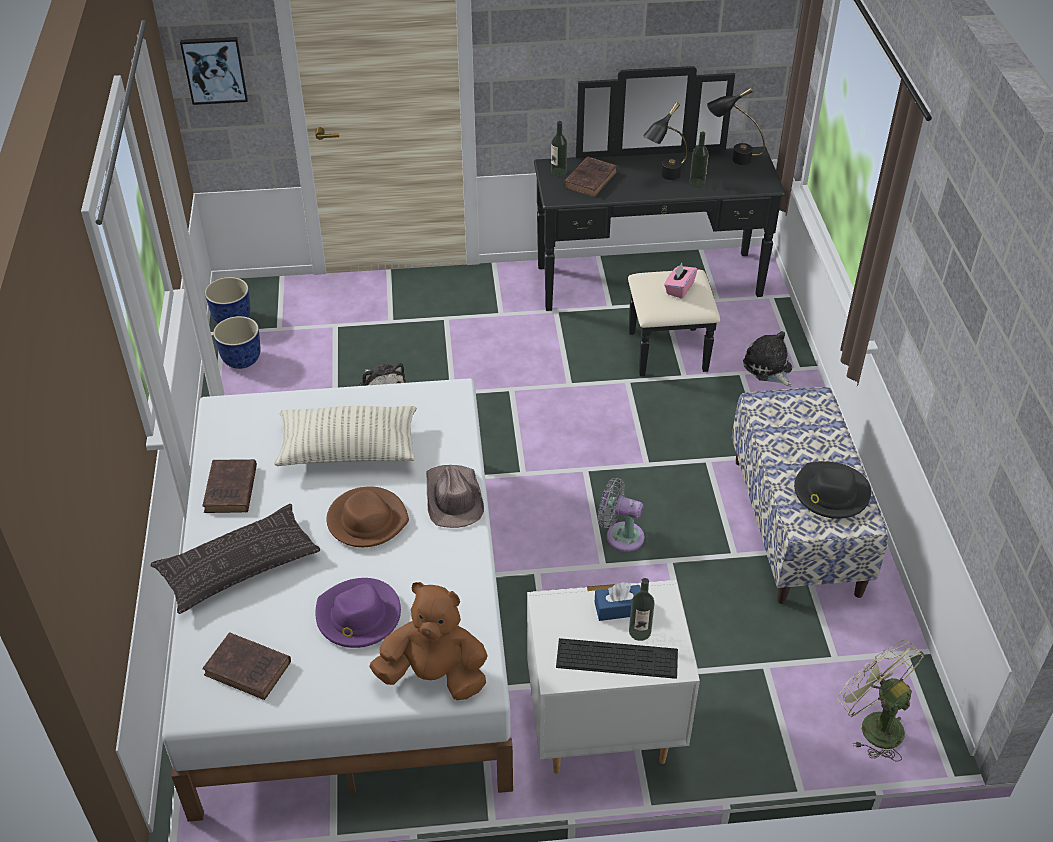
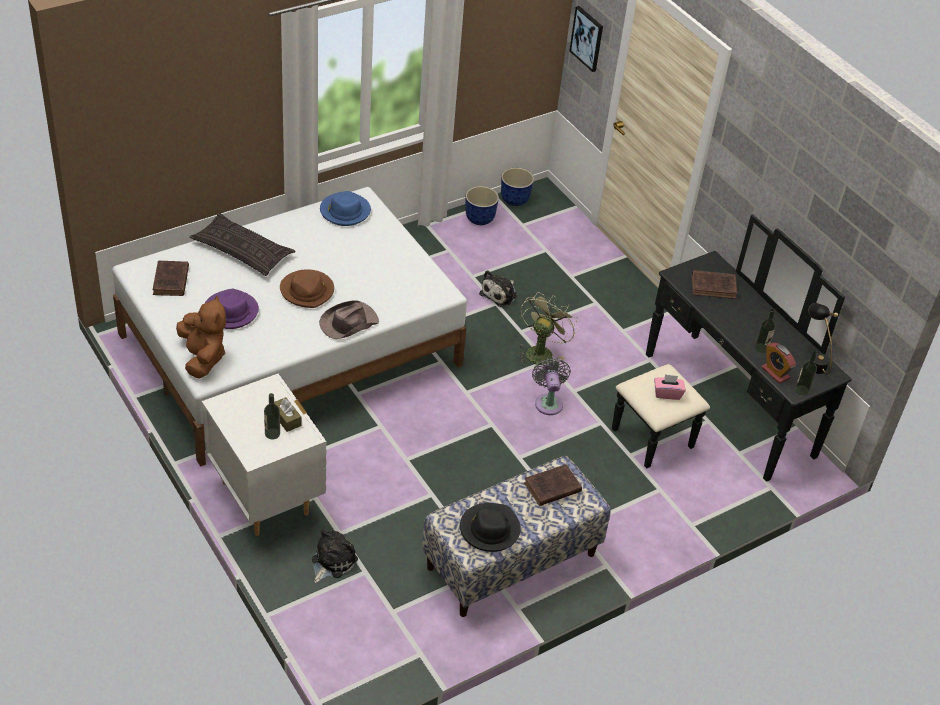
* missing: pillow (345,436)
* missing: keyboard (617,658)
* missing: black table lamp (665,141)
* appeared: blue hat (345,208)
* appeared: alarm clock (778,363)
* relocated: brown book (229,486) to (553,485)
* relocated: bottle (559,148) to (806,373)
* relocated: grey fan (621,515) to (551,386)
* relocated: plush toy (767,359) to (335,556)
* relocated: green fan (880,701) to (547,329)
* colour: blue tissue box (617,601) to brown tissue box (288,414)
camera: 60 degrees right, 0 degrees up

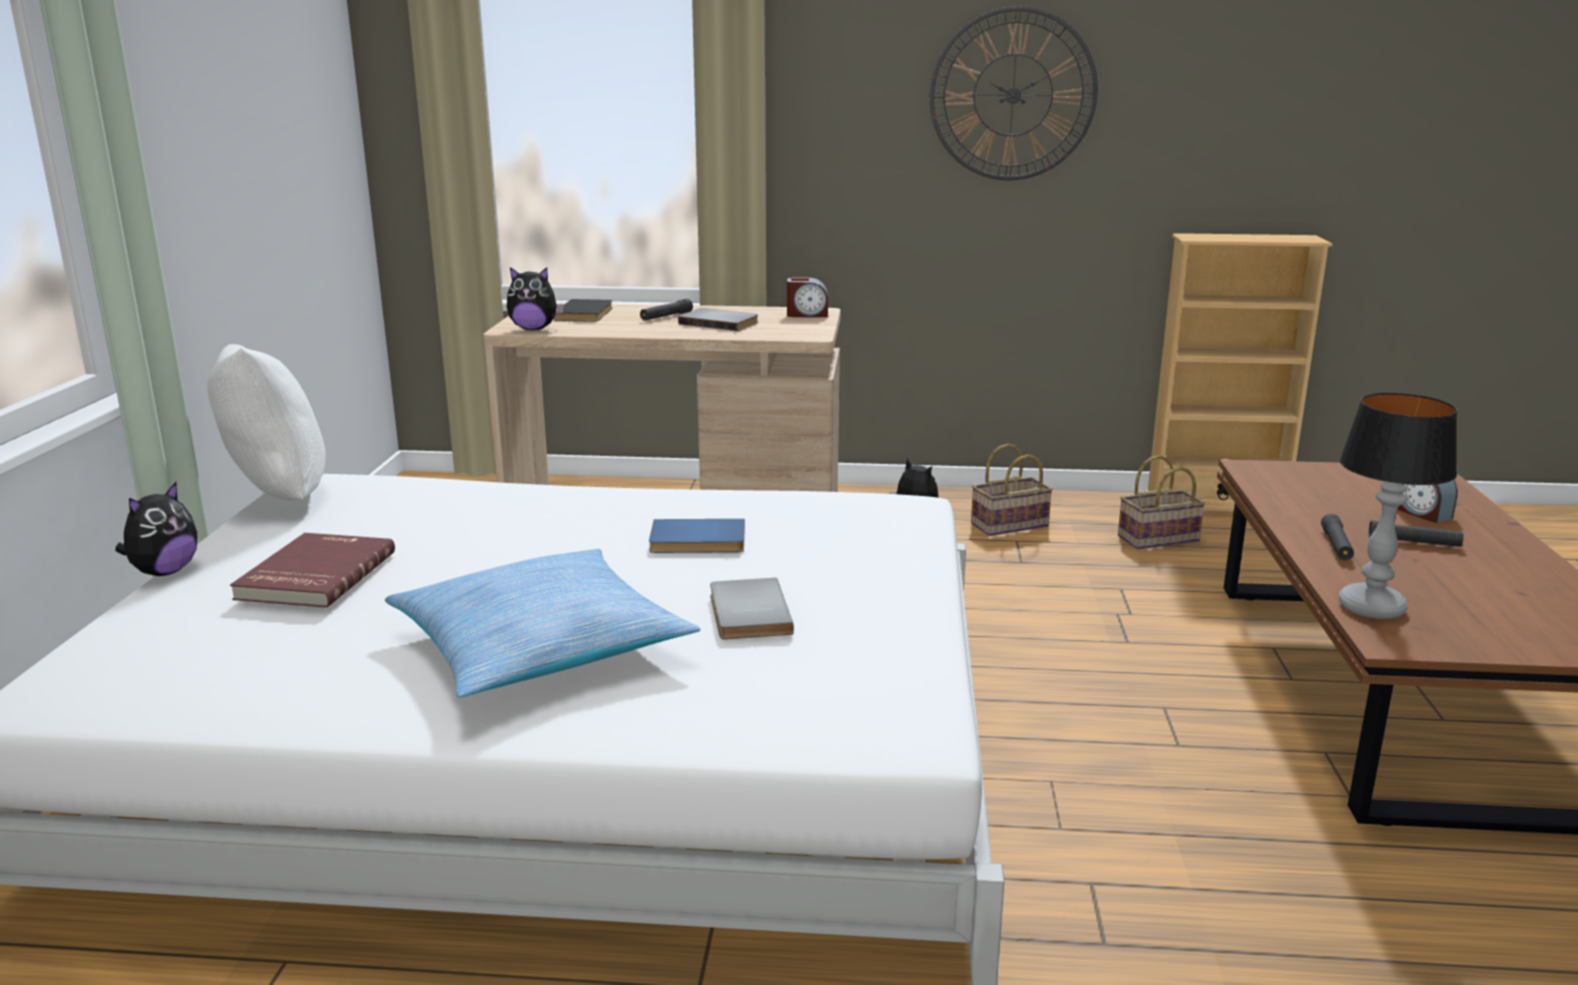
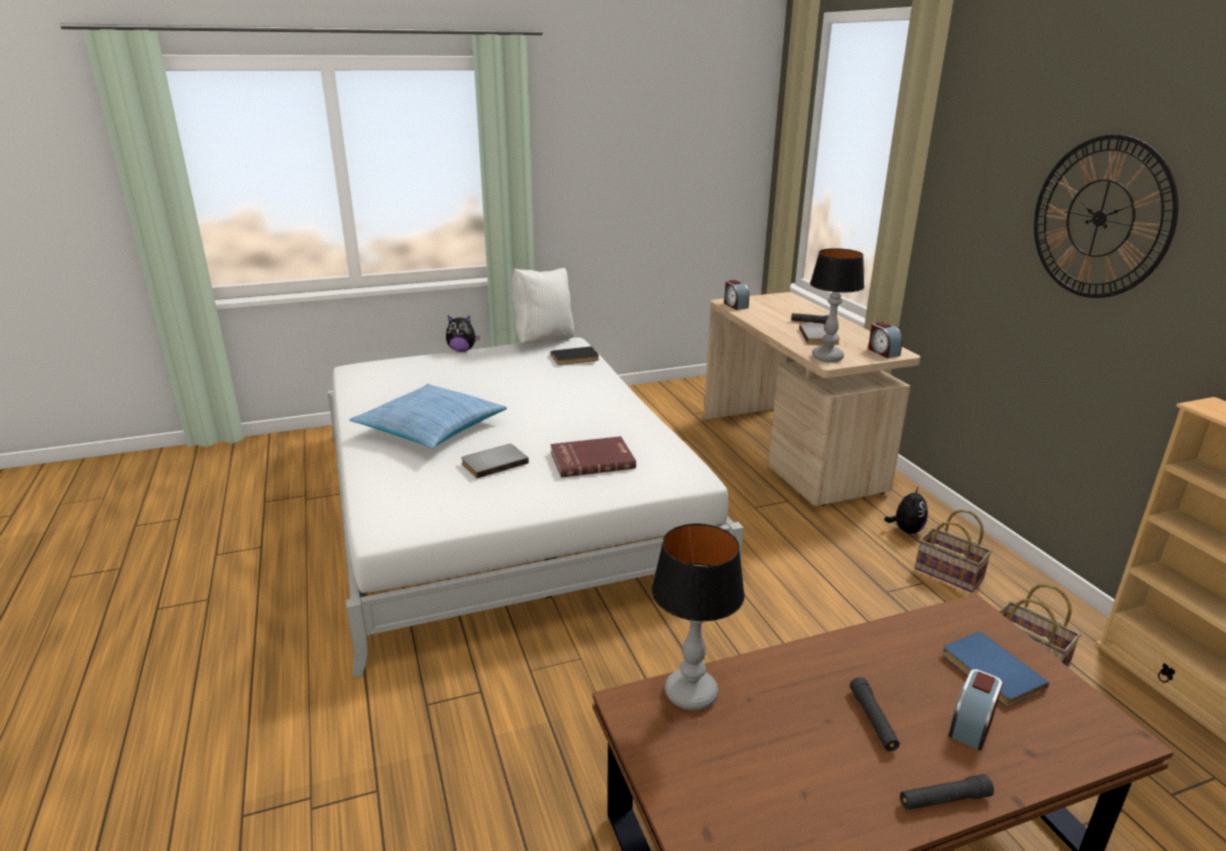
* appeared: table lamp (837,305)
* relocated: red book (312,570) to (593,457)
* relocated: black book (583,310) to (575,355)
* relocated: blue book (697,536) to (995,669)
* relocated: black flashlight (1337,537) to (947,792)
* exchanged: plush toy (535,298) to alarm clock (736,295)
camera: 65 degrees right, 5 degrees up

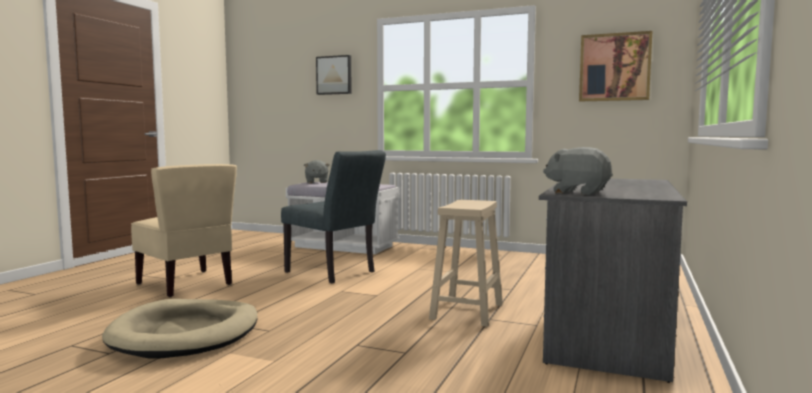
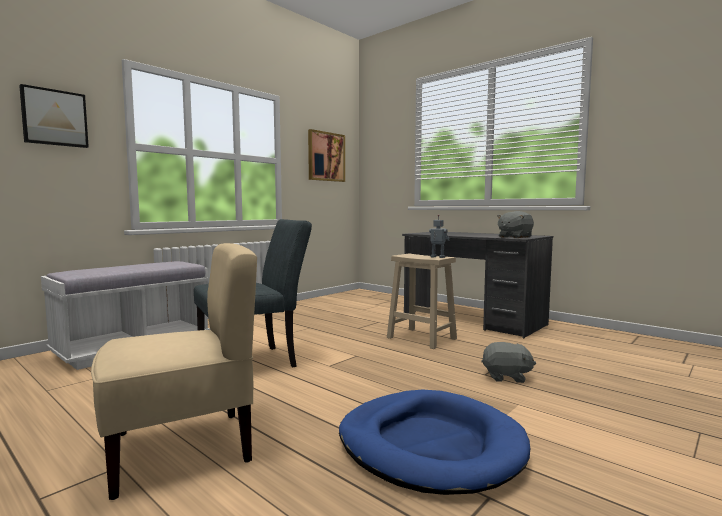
* appeared: toy robot (439,236)
* relocated: grey plush toy (317,171) to (509,362)
* colour: beige dog bed (179,329) to blue dog bed (434,442)
camera: 70 degrees left, 0 degrees up

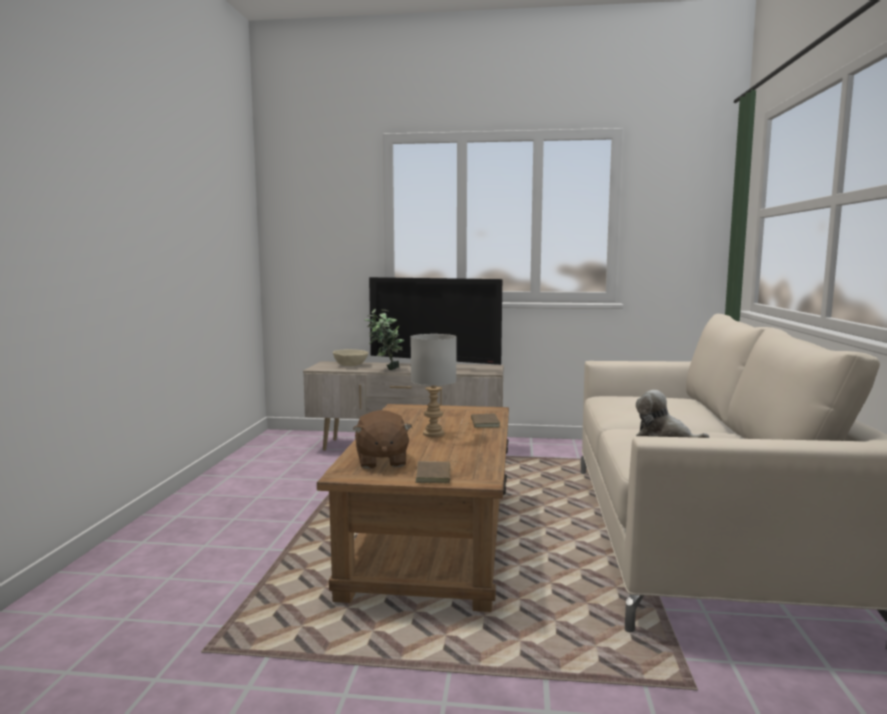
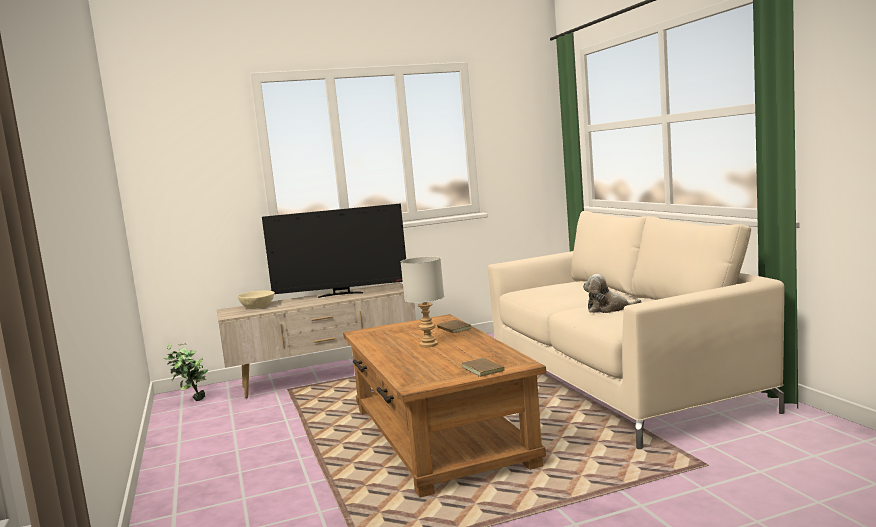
* missing: brown plush toy (382,439)
* relocated: potted plant (384,339) to (186,372)
camera: 25 degrees left, 0 degrees up

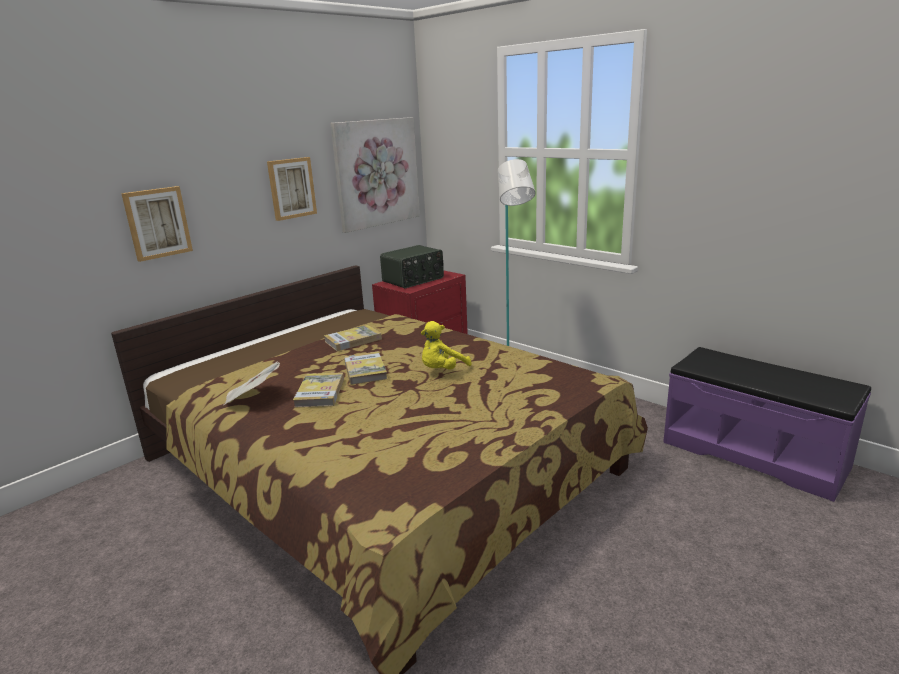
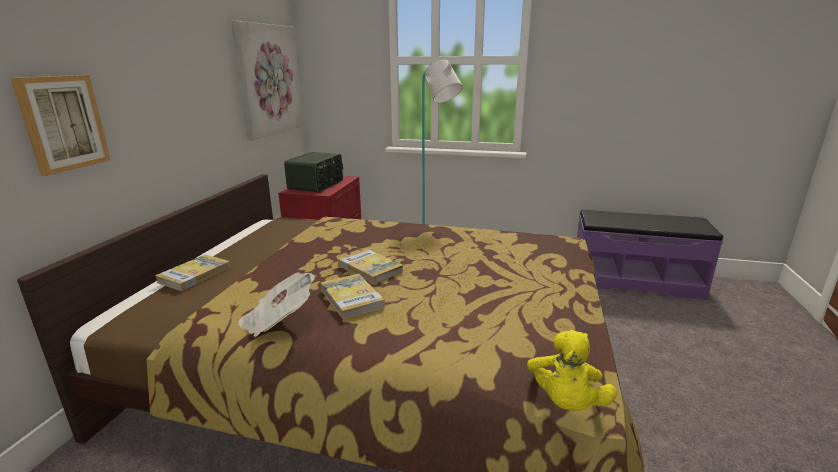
* missing: picture (292,189)
* relocated: book (353,338) to (193,272)
* relocated: yellow plush toy (446,345) to (572,370)
camera: 30 degrees left, 0 degrees up

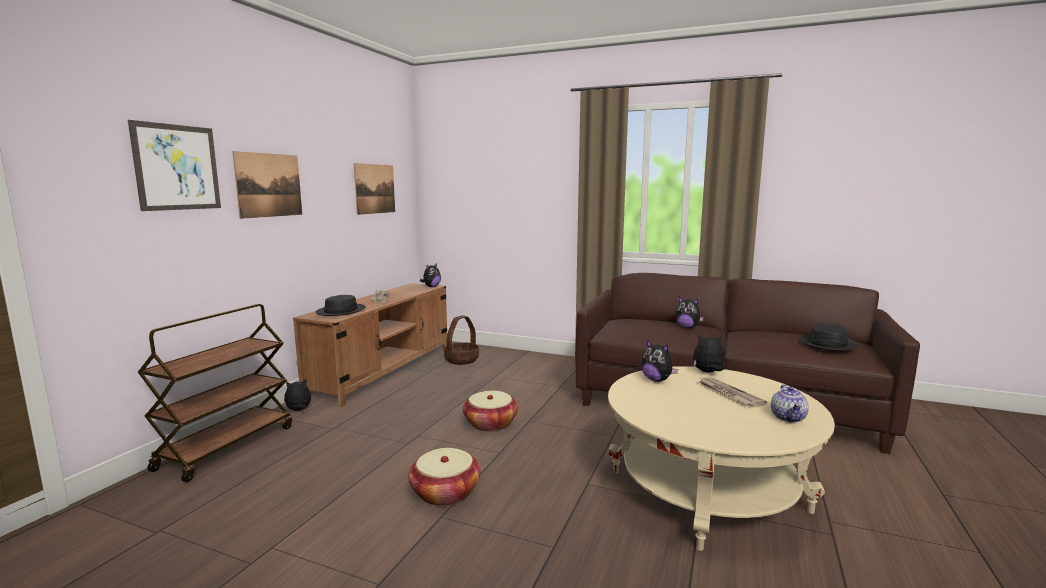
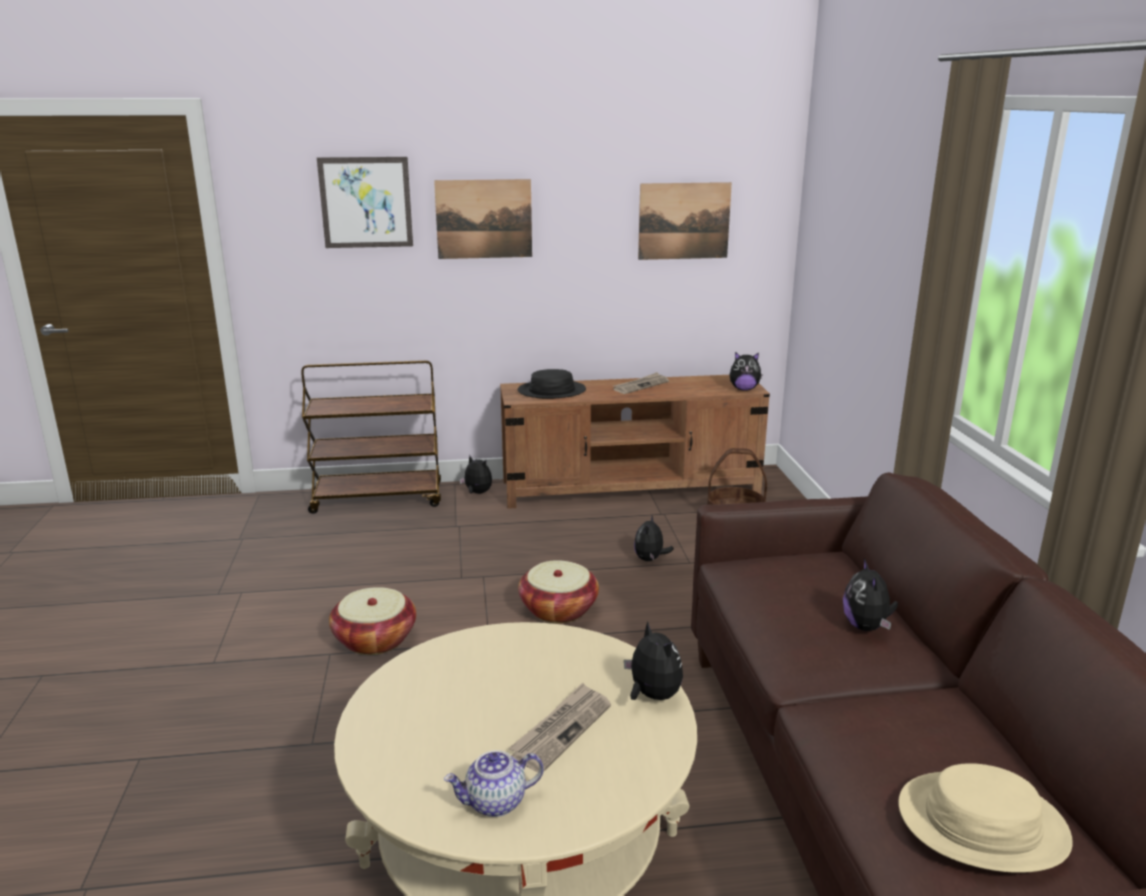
* relocated: plush toy (659,360) to (654,537)
* colour: black hat (829,337) to beige hat (985,818)
camera: 60 degrees right, 10 degrees up

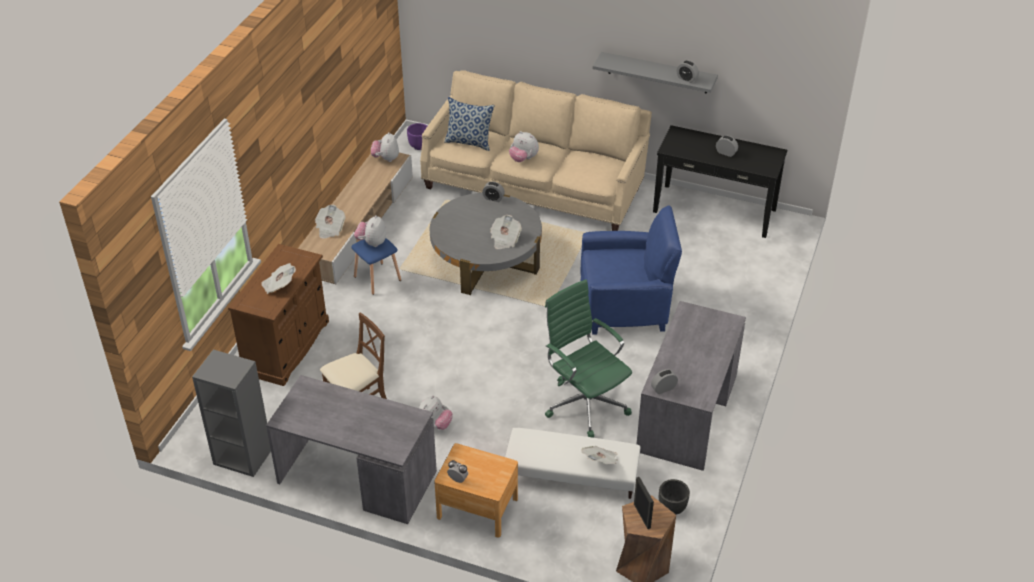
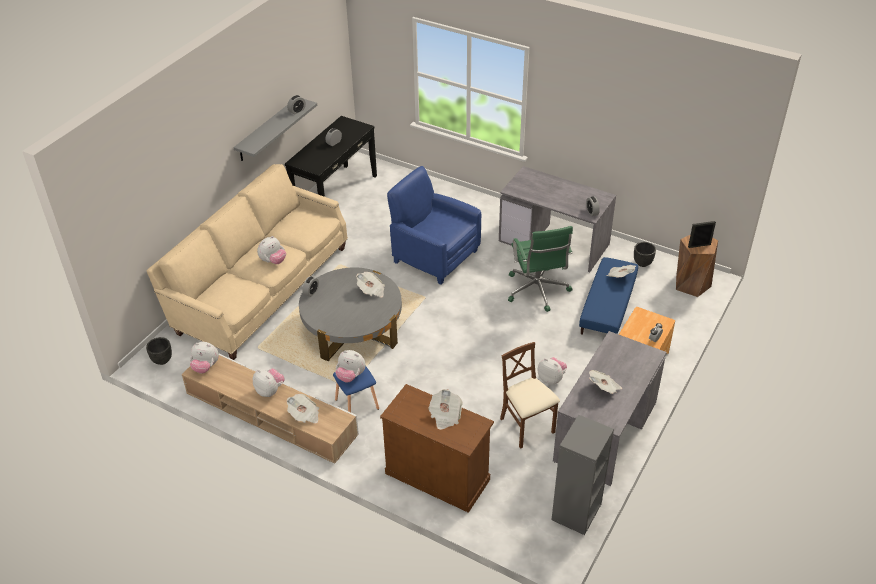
* missing: pillow (469,124)
* appeared: plush toy (269,382)
* appeared: newspaper (605,382)
* colour: purple planter (417,136) to black planter (159,351)
* colour: white ottoman (572,463) to blue ottoman (608,296)
* spun: green office chair (588,358) = (540,269) 75 degrees counterclockwise
* spun: blue armchair (631,270) = (434,225) 60 degrees counterclockwise
camera: 80 degrees left, 0 degrees up

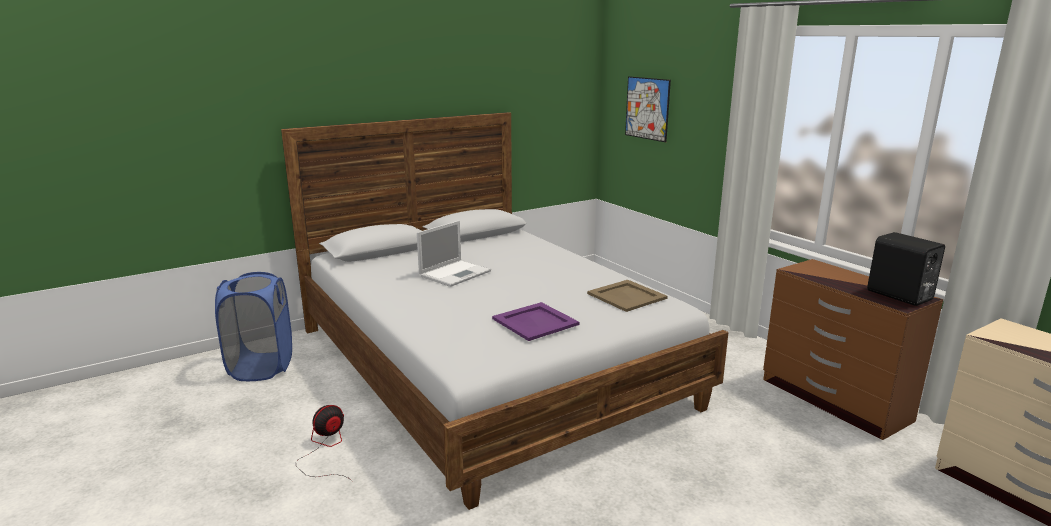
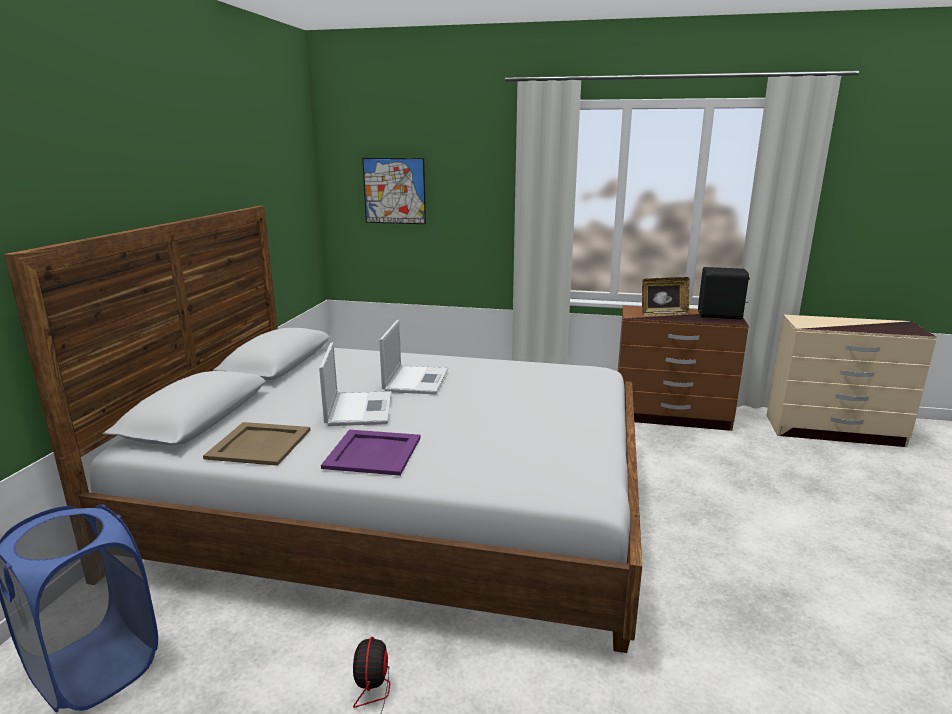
* appeared: laptop (413,357)
* appeared: picture frame (666,296)
* relocated: purple tray (535,321) to (371,453)
* relocated: beige tray (627,296) to (257,444)
camera: 45 degrees left, 0 degrees up

